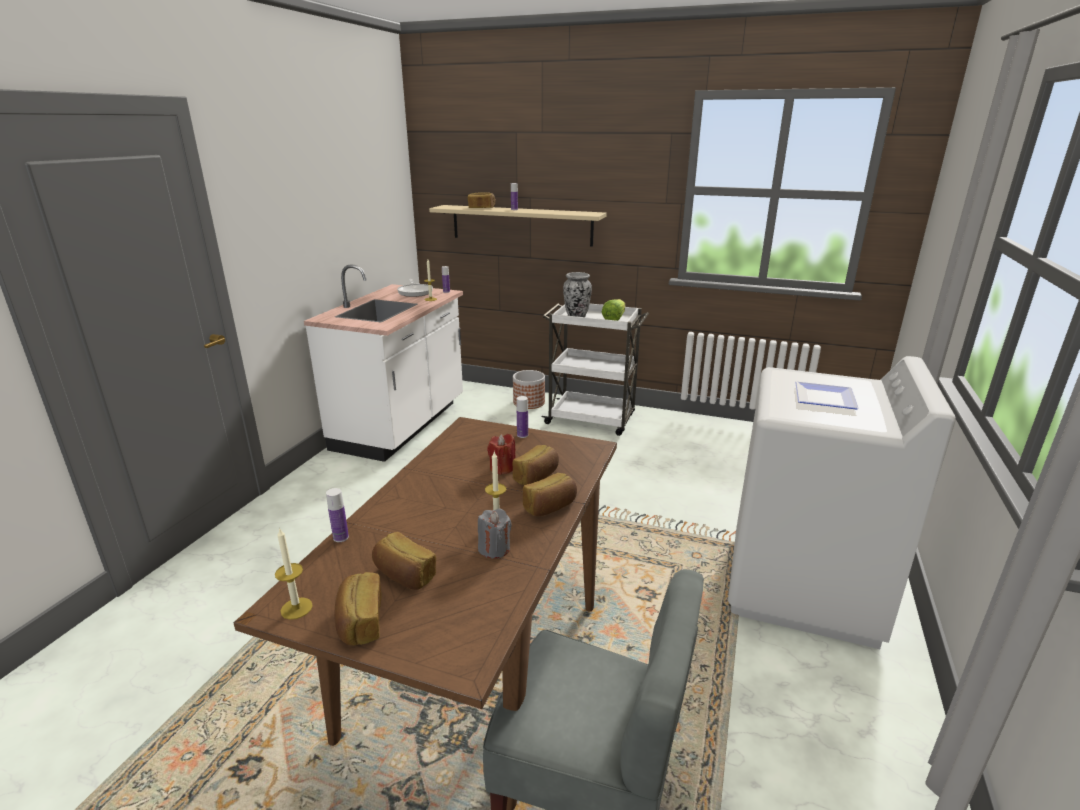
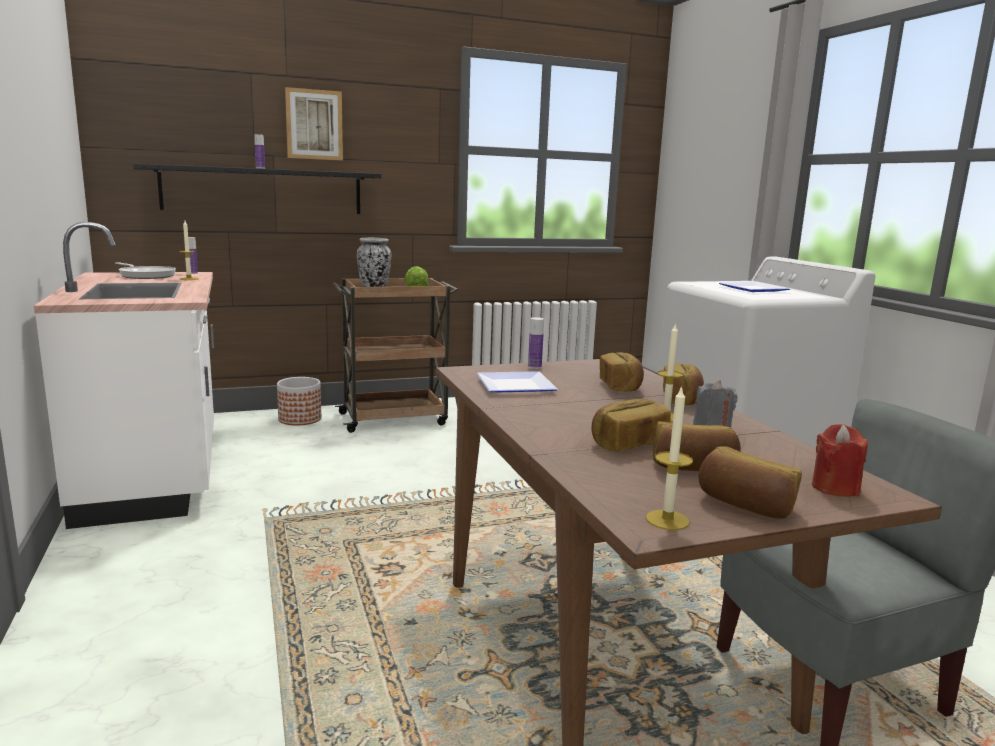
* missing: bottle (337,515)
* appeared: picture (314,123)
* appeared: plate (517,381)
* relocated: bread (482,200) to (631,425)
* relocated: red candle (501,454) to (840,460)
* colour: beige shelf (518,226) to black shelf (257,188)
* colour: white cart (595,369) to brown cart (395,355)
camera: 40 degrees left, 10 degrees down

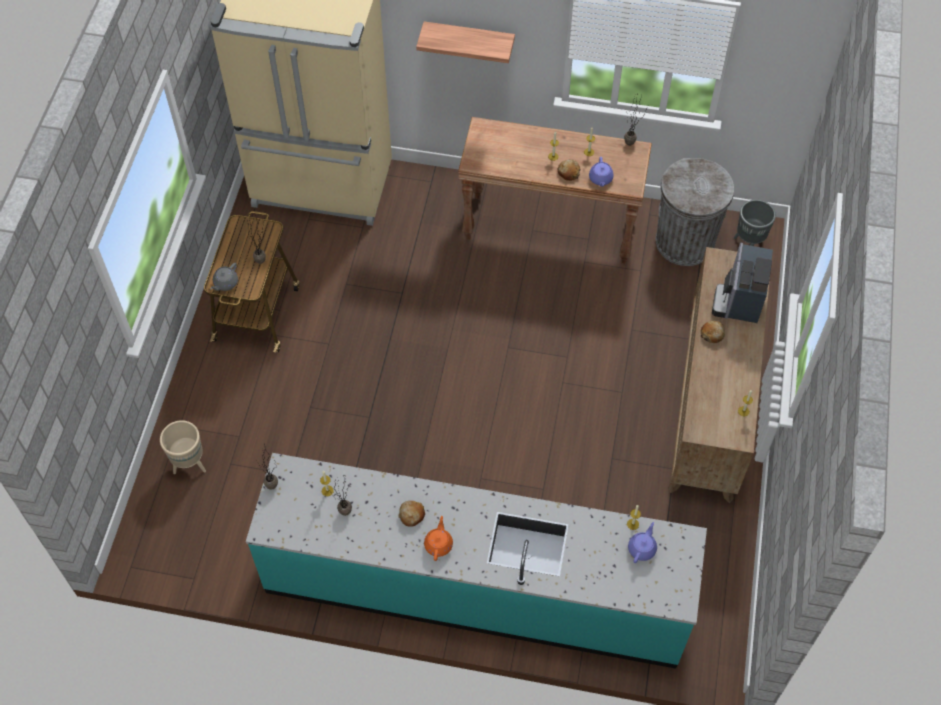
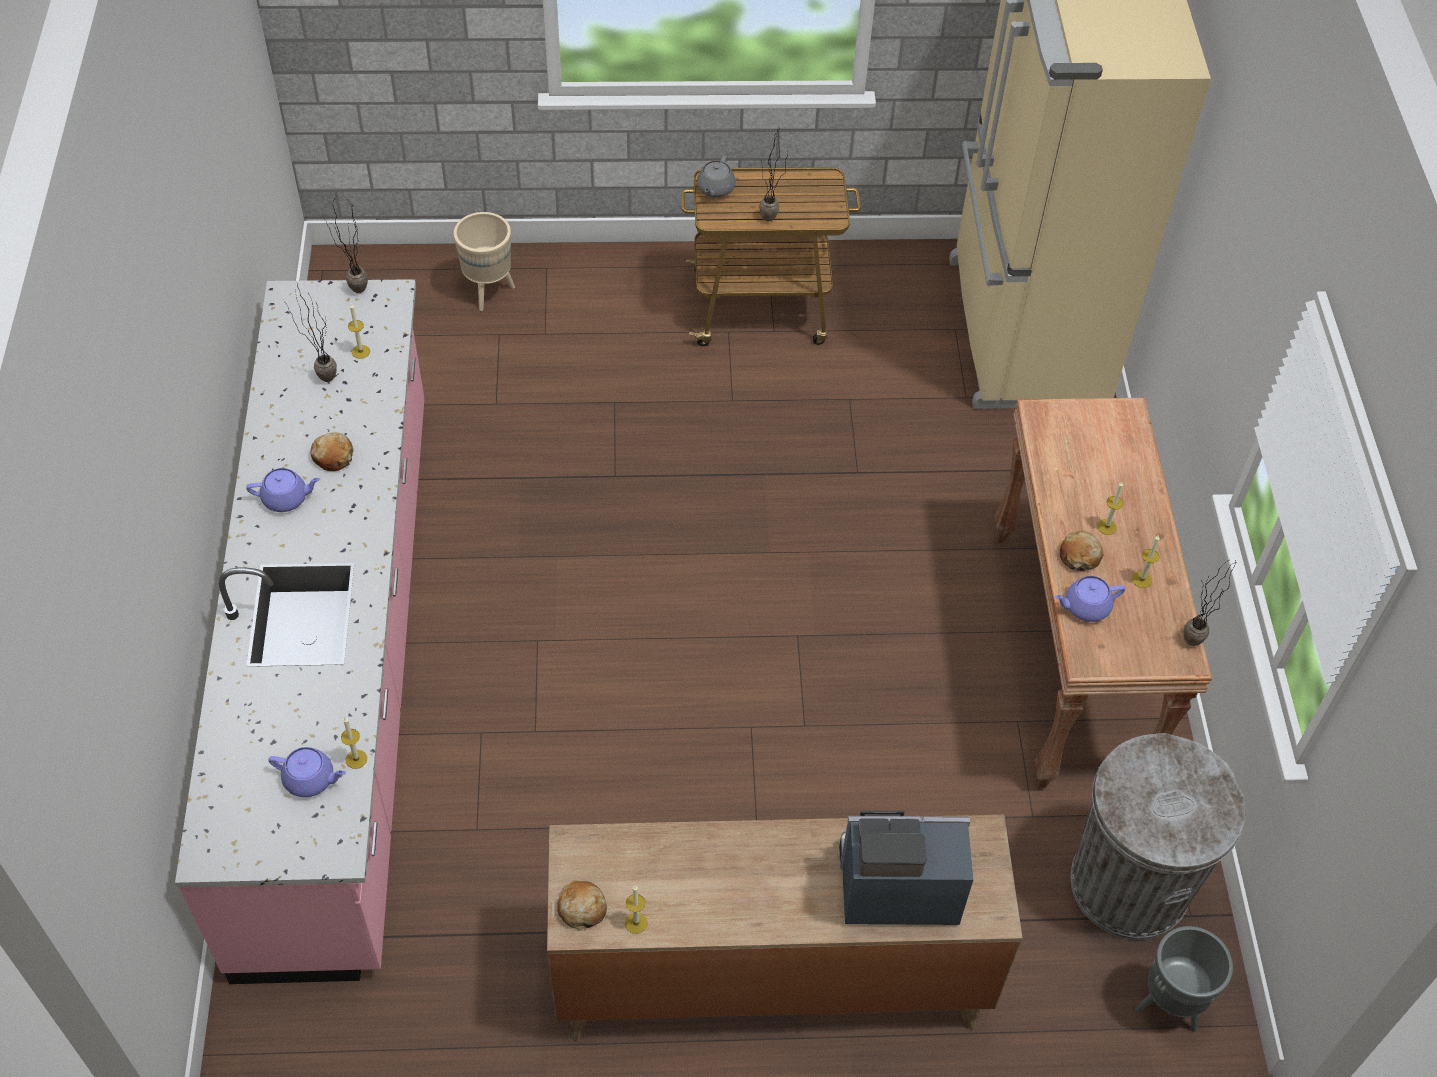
* missing: shelf (465,42)
* relocated: bread (713,331) to (582,905)
* colour: turquoise counter (476,561) to pink counter (299,631)
* colour: orange teapot (438,538) to purple teapot (283,490)
* spun: grey teapot (224,277) = (716,176) 90 degrees counterclockwise
camera: 75 degrees right, 5 degrees down

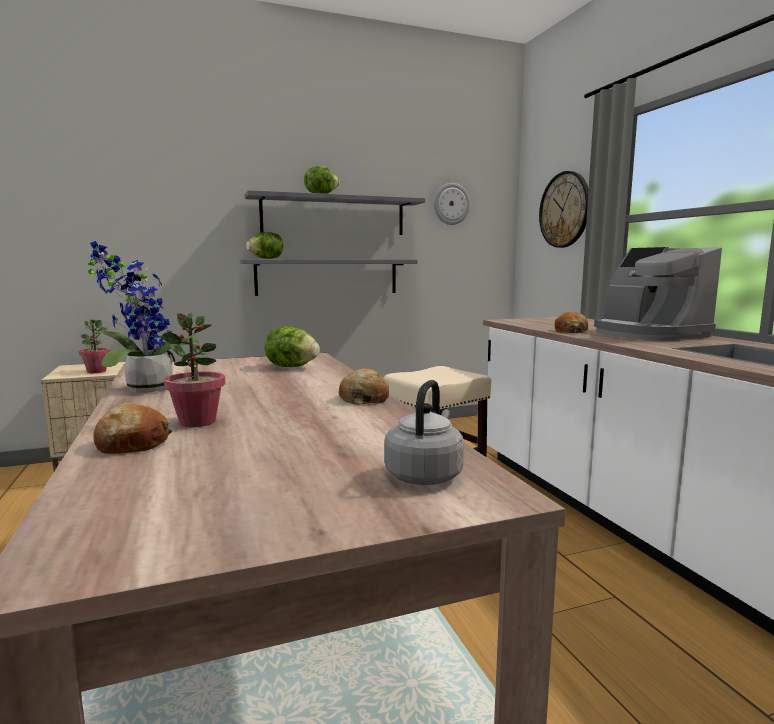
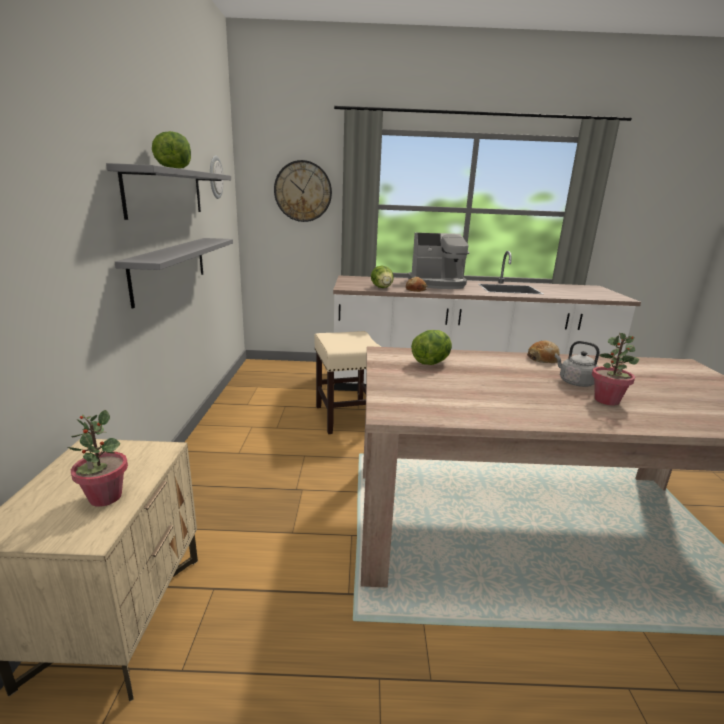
* missing: potted plant (142,317)
* missing: bread (132,428)
* relocated: lettuce (264,245) to (382,277)
* relocated: grey kettle (424,432) to (577,364)
camera: 70 degrees left, 10 degrees up

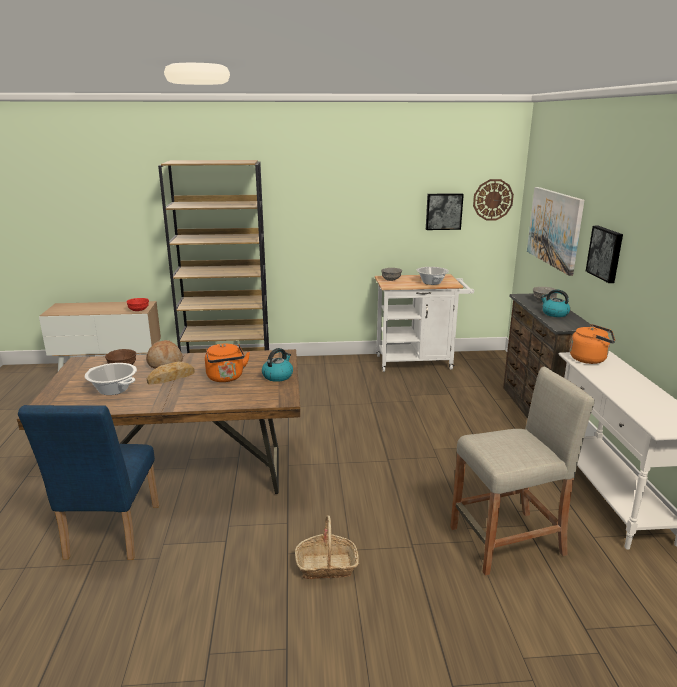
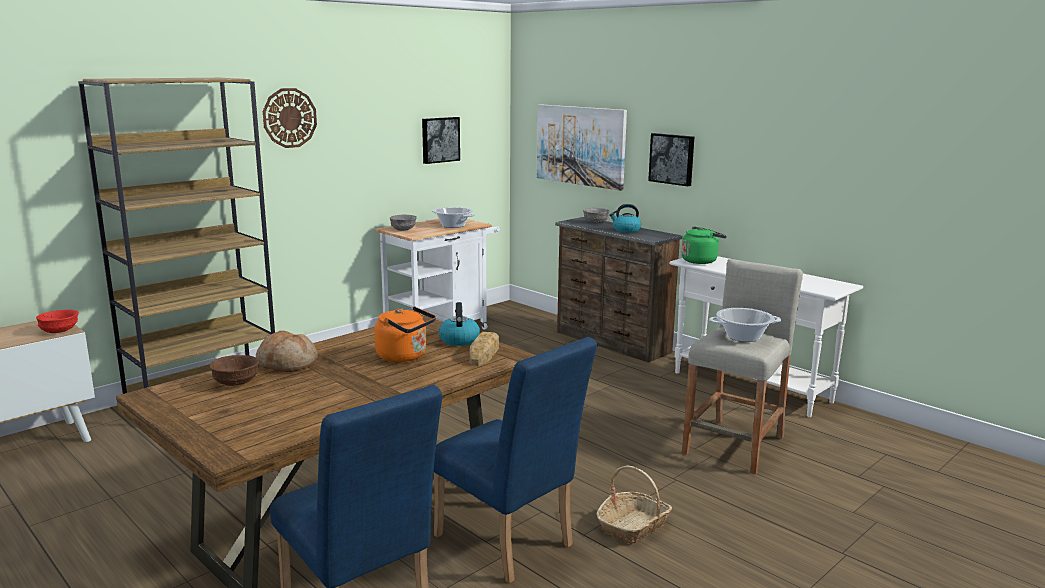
* appeared: blue chair (515,460)
* relocated: cooking pot (111,379) to (745,325)
* relocated: bread (171,372) to (484,349)
* relocated: wall clock (493,200) to (290,118)
* colour: orange kettle (592,344) to green kettle (704,245)
camera: 40 degrees left, 5 degrees down

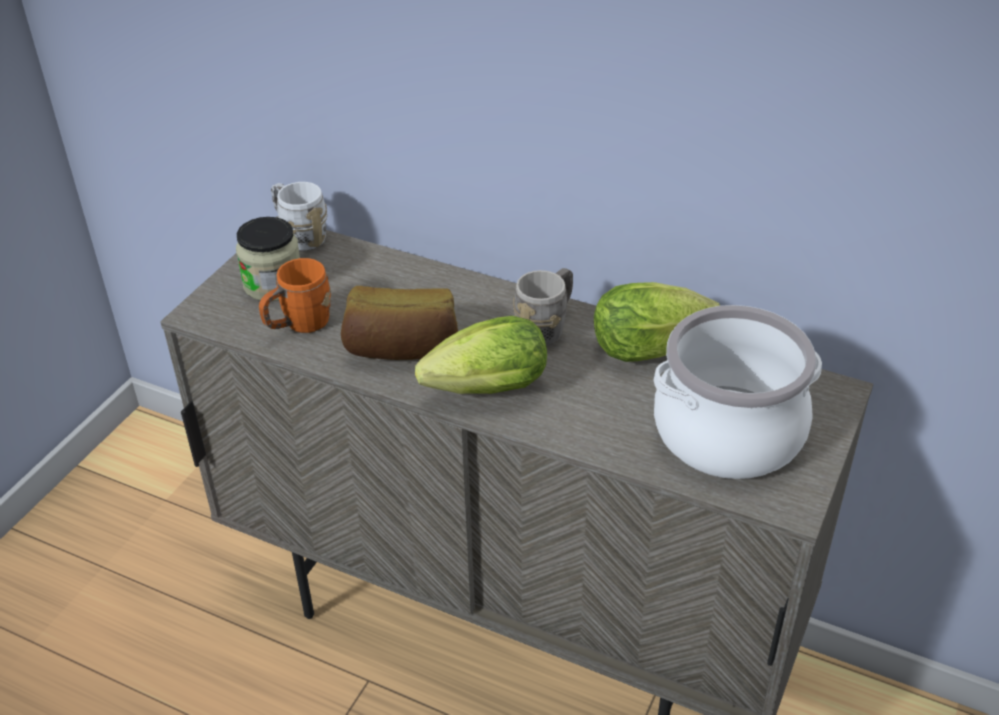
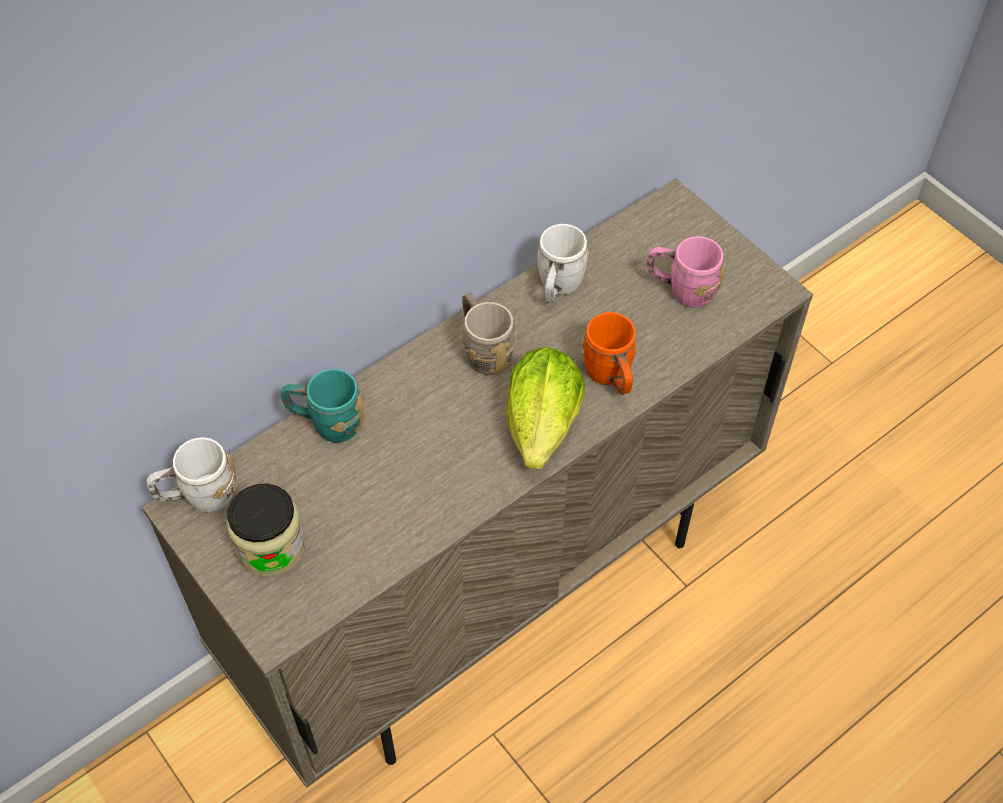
* missing: bread (399,323)
* appeared: turquoise mug (322,405)
* relocated: orange mug (295,295) to (608,353)
* exchanged: lettuce (657,322) to white mug (563,263)
* exchanged: cooking pot (738,392) to pink mug (686,272)
camera: 65 degrees left, 15 degrees up

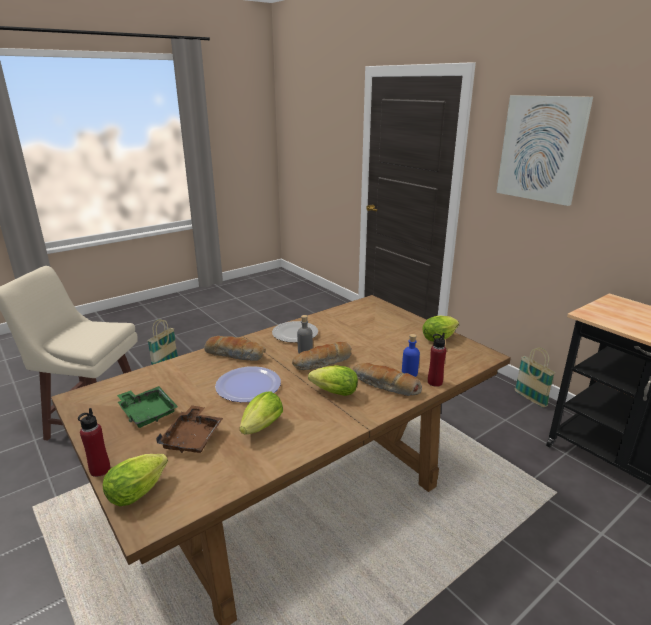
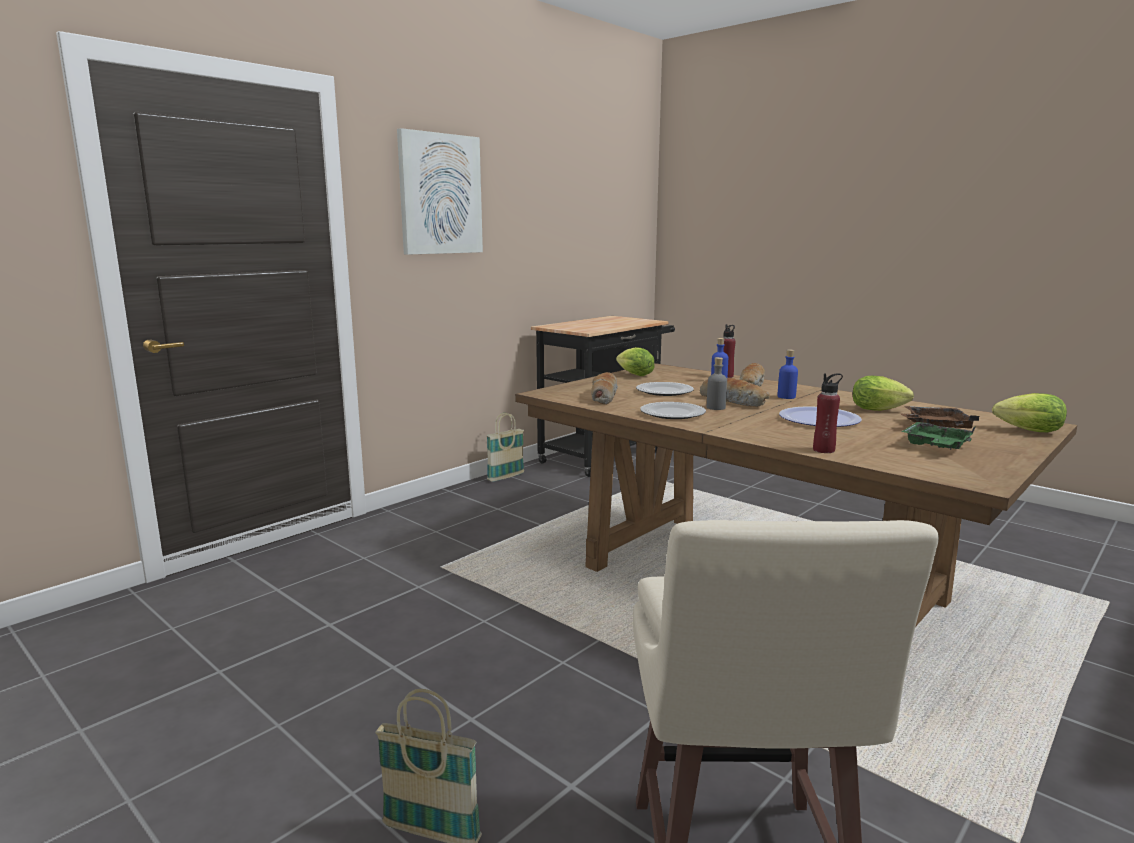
* appeared: plate (665,389)
* relocated: red bottle (94,442) to (828,413)
* relocated: bread (235,348) to (604,388)
* exchanged: lettuce (333,380) to blue bottle (787,374)
camera: 100 degrees left, 10 degrees down

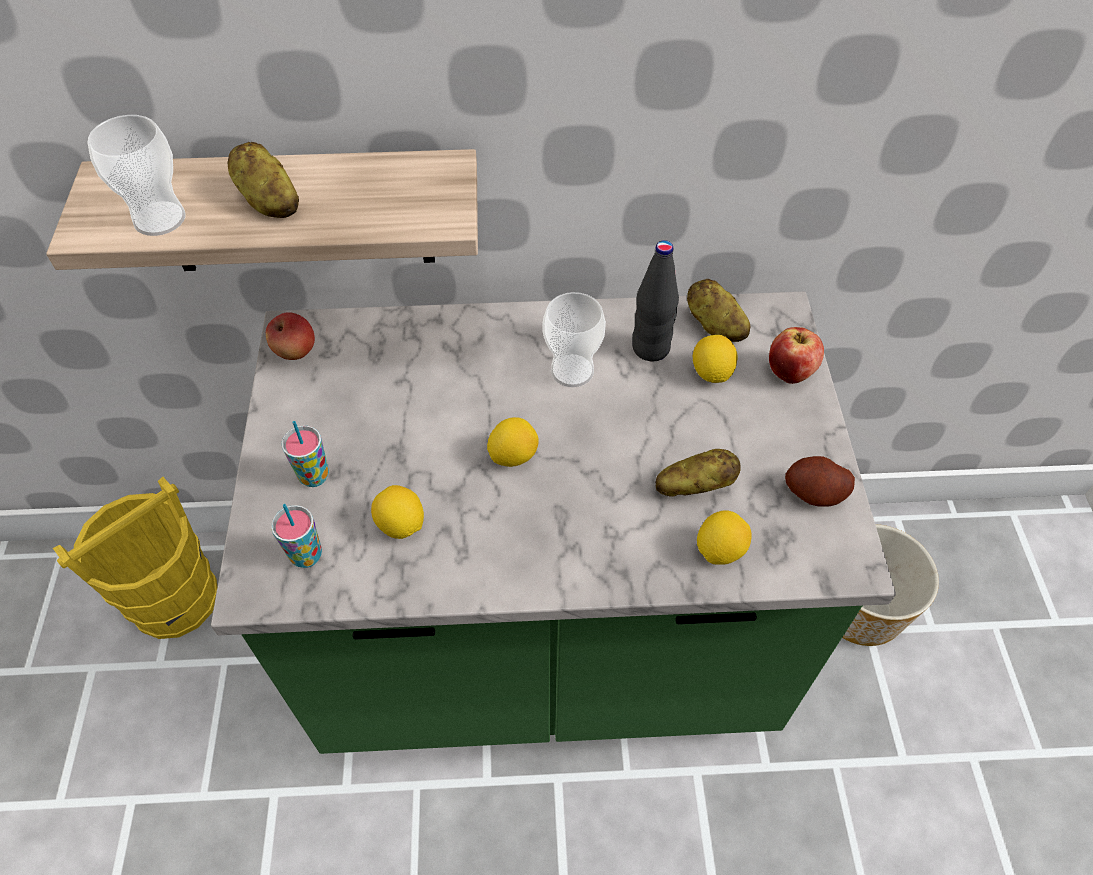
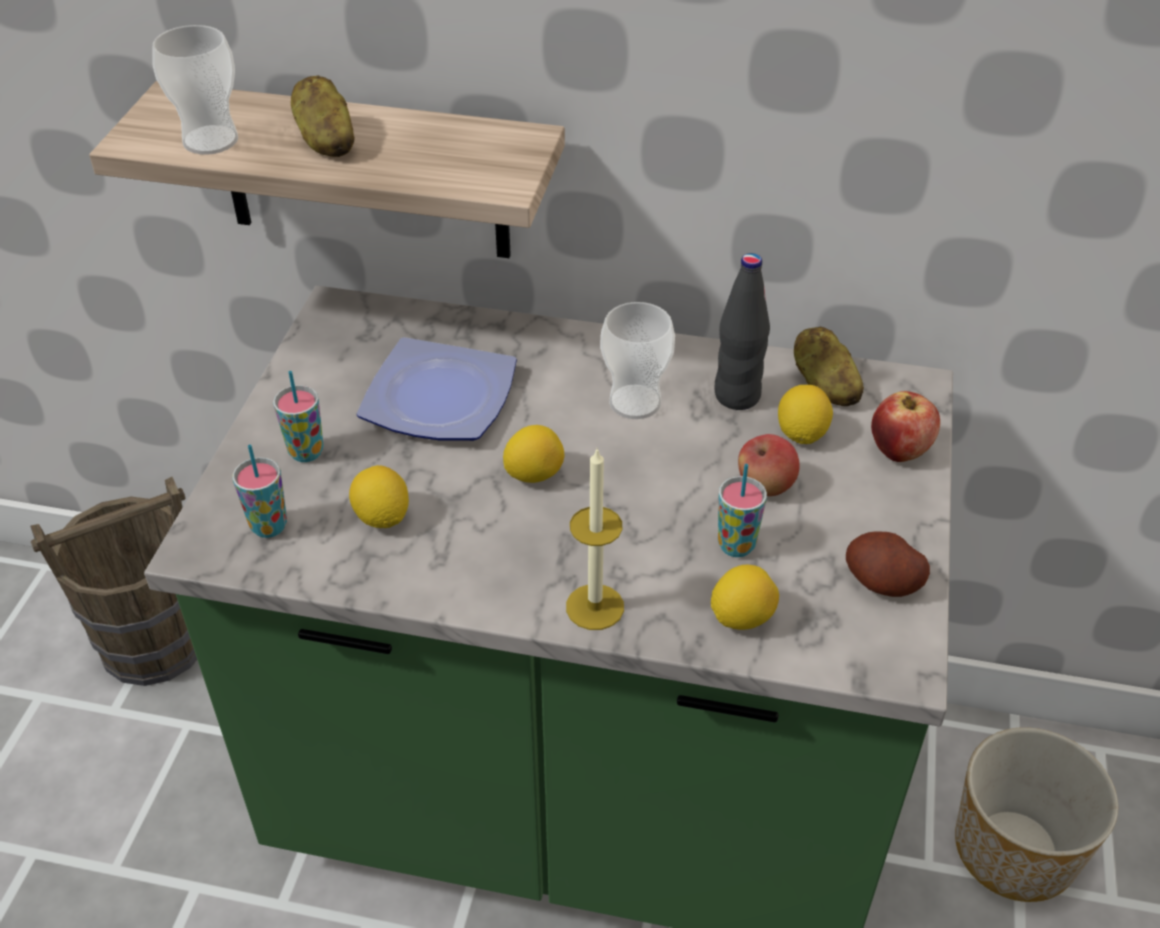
* appeared: plate (437,389)
* appeared: candle (595,539)
* relocated: apple (290,336) to (769,465)
* exchanged: potato (698,473) to cup (742,510)
* colour: yellow bucket (135,558) to brown bucket (113,581)
camera: 15 degrees right, 10 degrees down

